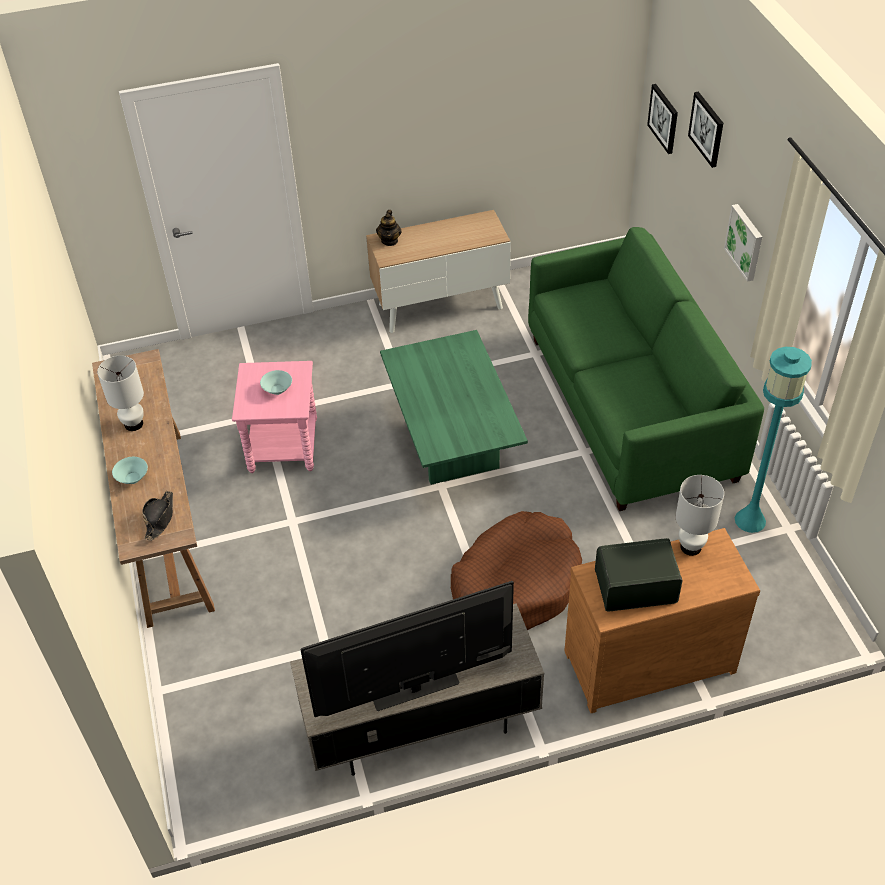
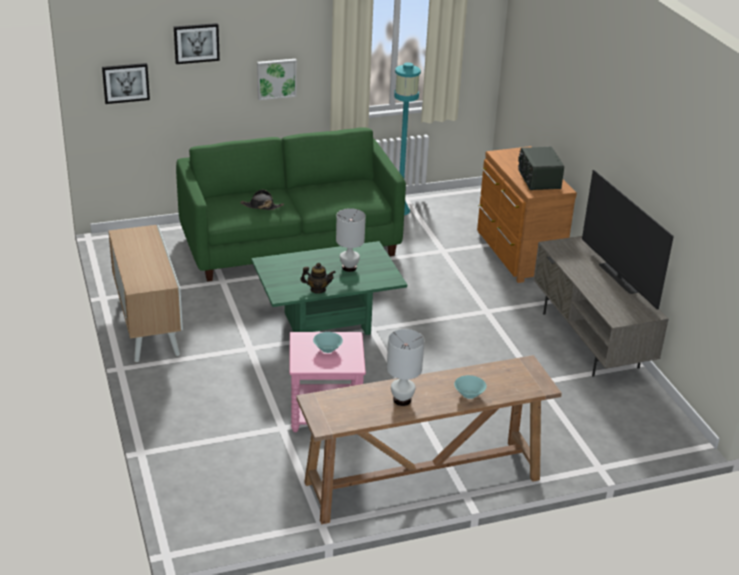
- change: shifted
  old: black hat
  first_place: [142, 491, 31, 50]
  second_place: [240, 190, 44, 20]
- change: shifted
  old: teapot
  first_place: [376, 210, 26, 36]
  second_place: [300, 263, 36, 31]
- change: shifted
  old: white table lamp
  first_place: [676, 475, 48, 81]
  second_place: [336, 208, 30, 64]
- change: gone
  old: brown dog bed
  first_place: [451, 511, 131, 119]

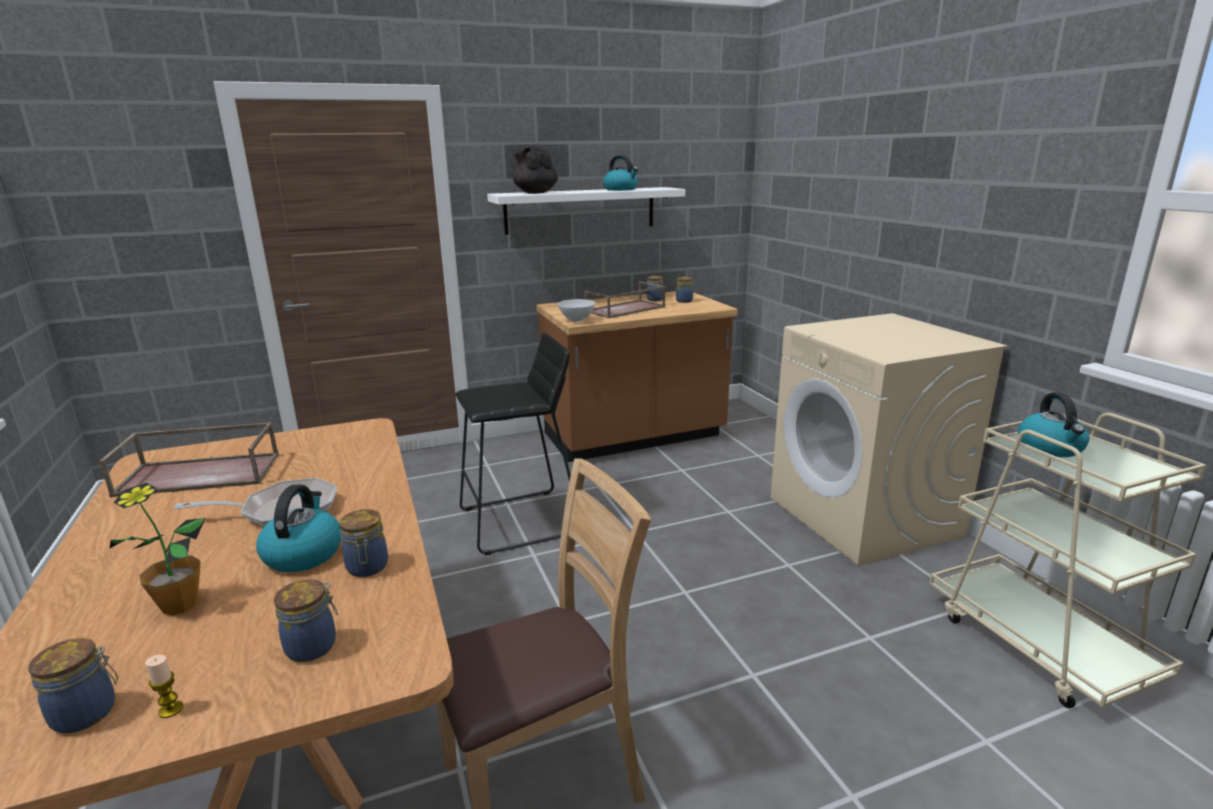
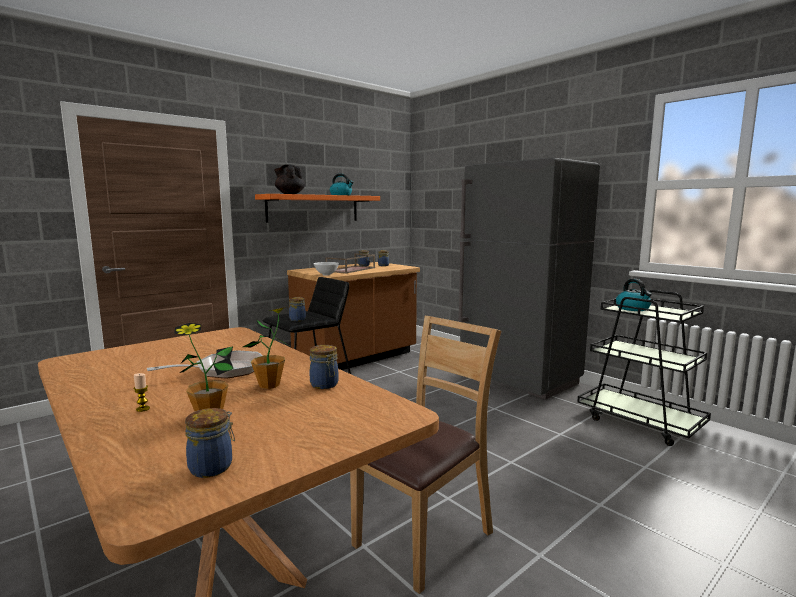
- change: shifted
  old: candle
  first_place: [145, 655, 38, 63]
  second_place: [134, 373, 16, 39]
- change: swapped
  old: kettle
  new: potted plant
  first_place: [256, 485, 85, 87]
  second_place: [243, 307, 45, 82]
- change: repainted
  old: white shelf
  new: orange shelf
  first_place: [487, 187, 198, 48]
  second_place: [255, 194, 125, 28]
- change: shifted
  old: jar
  first_place: [274, 579, 64, 83]
  second_place: [289, 297, 17, 24]
- change: swapped
  old: beige washing machine
  new: grey fridge
  first_place: [771, 313, 237, 253]
  second_place: [458, 157, 142, 242]
- change: repainted
  old: beige cart
  new: black cart
  first_place: [929, 413, 277, 295]
  second_place: [577, 290, 134, 156]
- change: gone
  old: brown tray
  first_place: [99, 422, 180, 75]

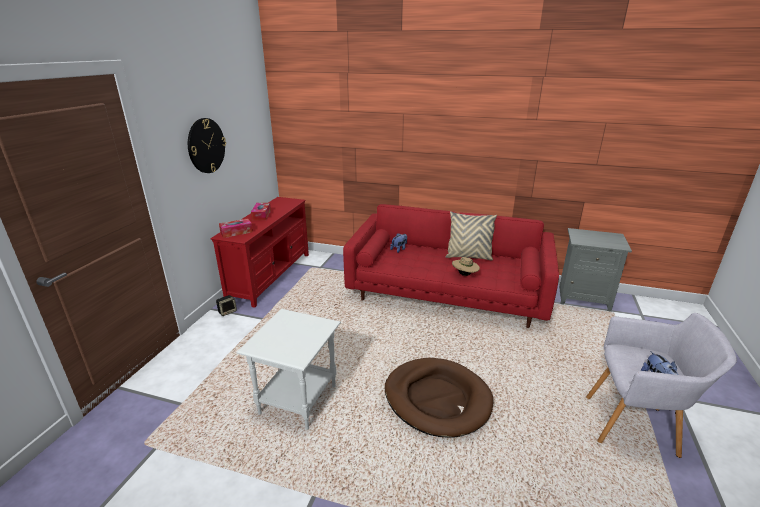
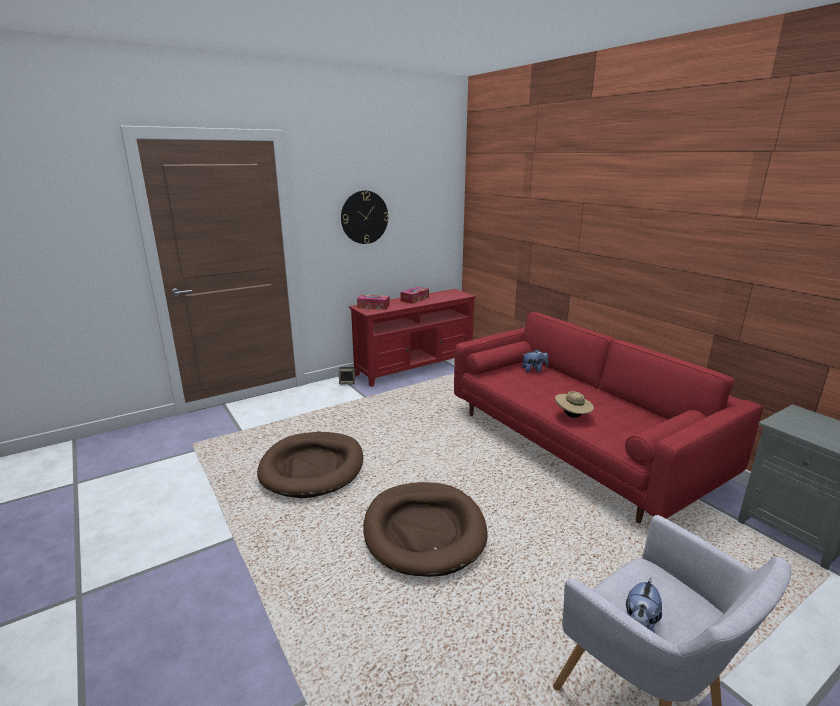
- change: swapped
  old: white side table
  new: brown dog bed
  first_place: [237, 309, 104, 121]
  second_place: [257, 432, 106, 66]
- change: gone
  old: beige pillow
  first_place: [446, 211, 51, 50]

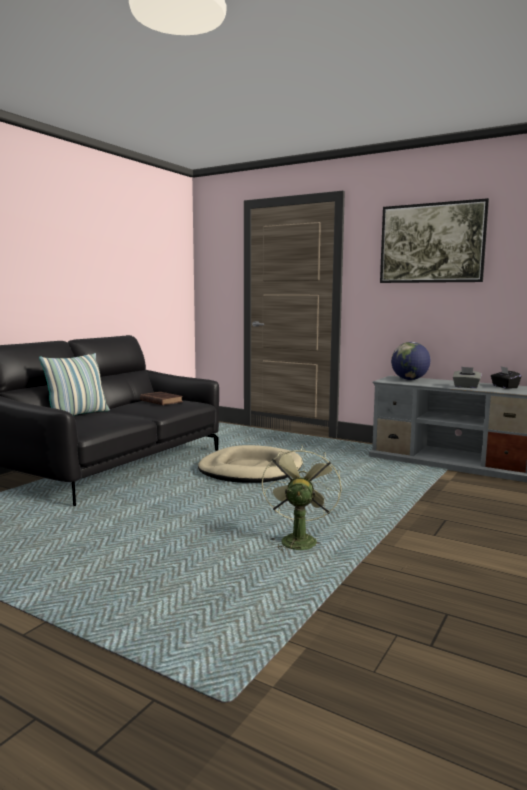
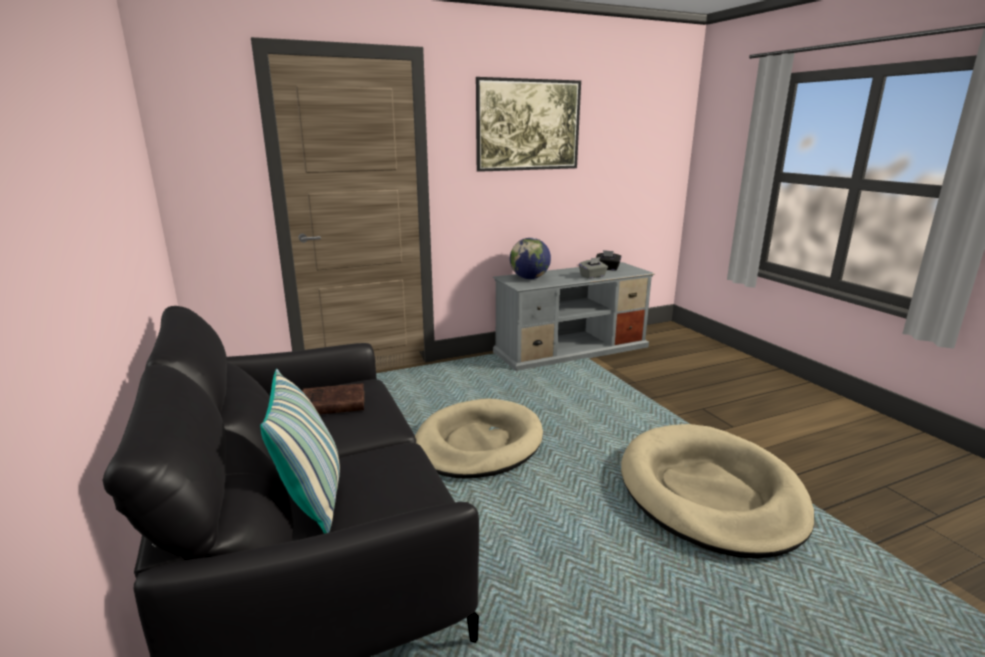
- change: swapped
  old: green fan
  new: beige dog bed
  first_place: [262, 445, 80, 107]
  second_place: [621, 424, 193, 135]

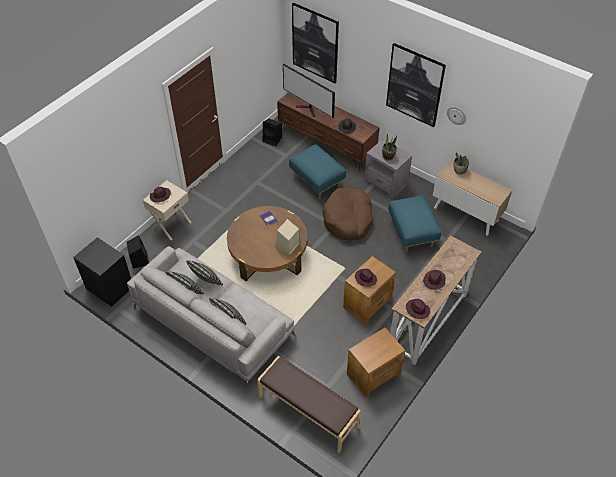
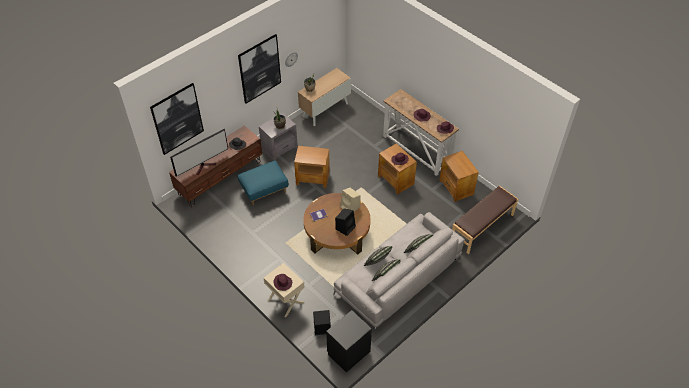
- change: swapped
  old: brown dog bed
  new: brown side table
  first_place: [322, 187, 51, 54]
  second_place: [294, 146, 36, 42]
- change: shifted
  old: black speaker
  first_place: [263, 119, 19, 27]
  second_place: [335, 208, 21, 28]
- change: gone
  old: blue ottoman
  first_place: [388, 195, 53, 58]

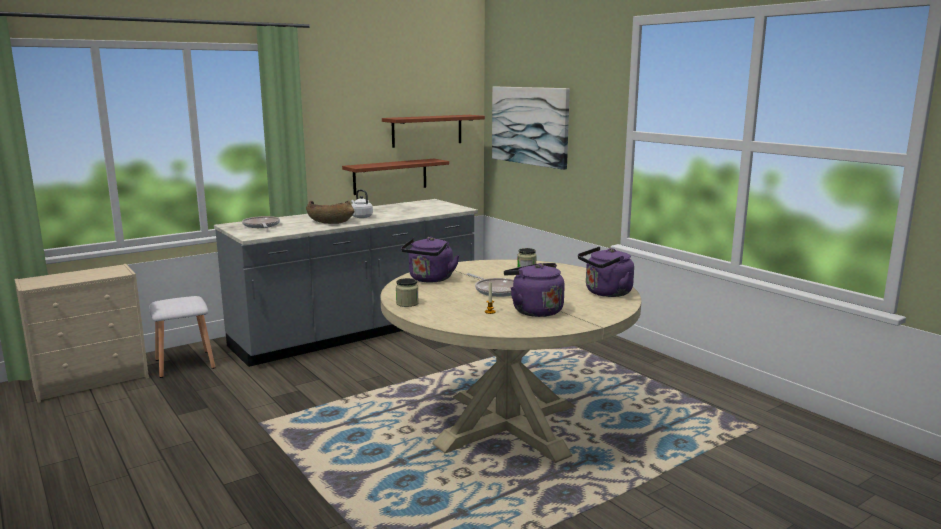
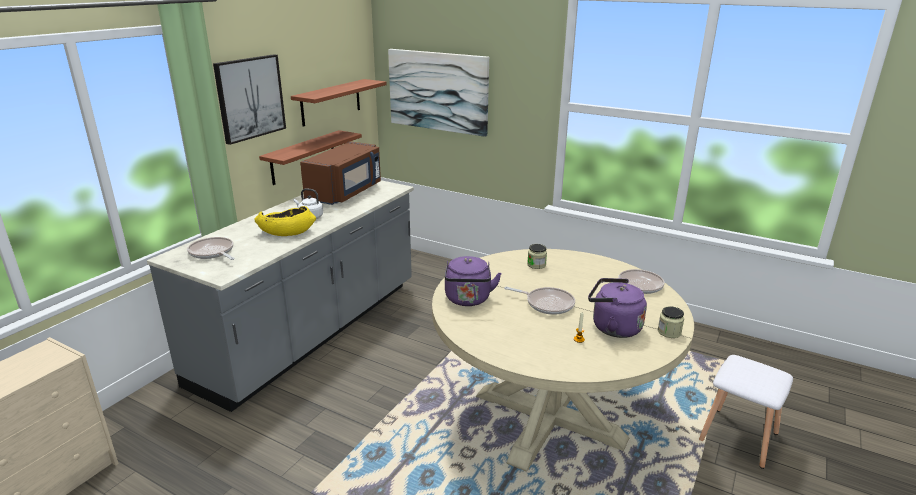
- change: new
  new: picture
  second_place: [213, 54, 73, 91]
- change: repainted
  old: brown bowl
  new: yellow bowl
  first_place: [306, 201, 48, 23]
  second_place: [254, 206, 62, 30]
- change: new
  new: brown microwave
  second_place: [300, 141, 81, 64]
- change: swapped
  old: purple kettle
  new: frying pan
  first_place: [578, 247, 56, 50]
  second_place: [618, 269, 47, 25]
- change: shifted
  old: jar
  first_place: [396, 278, 23, 29]
  second_place: [658, 306, 26, 32]
- change: shifted
  old: white stool
  first_place: [149, 296, 66, 82]
  second_place: [699, 355, 94, 114]

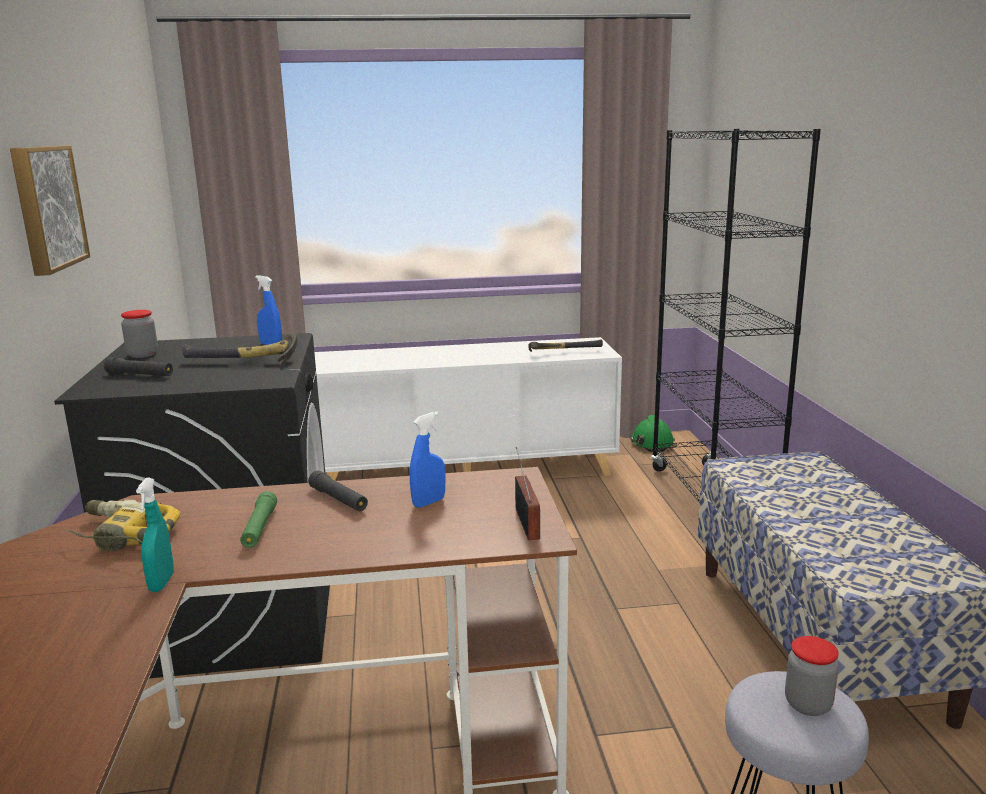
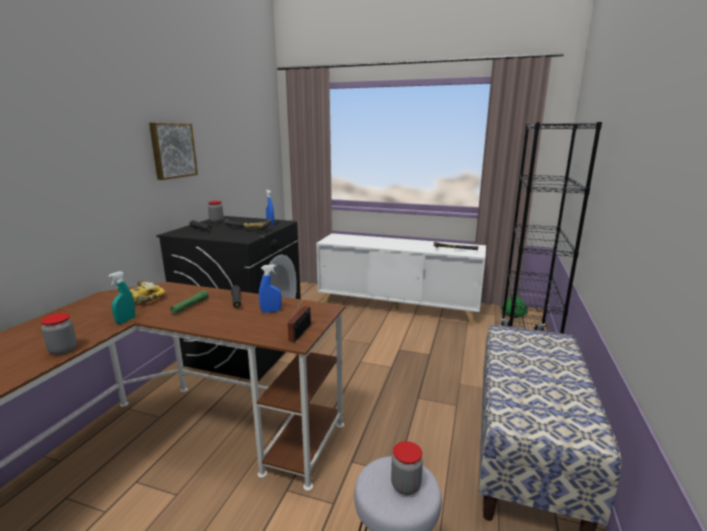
- change: new
  new: jar
  second_place: [41, 313, 36, 42]

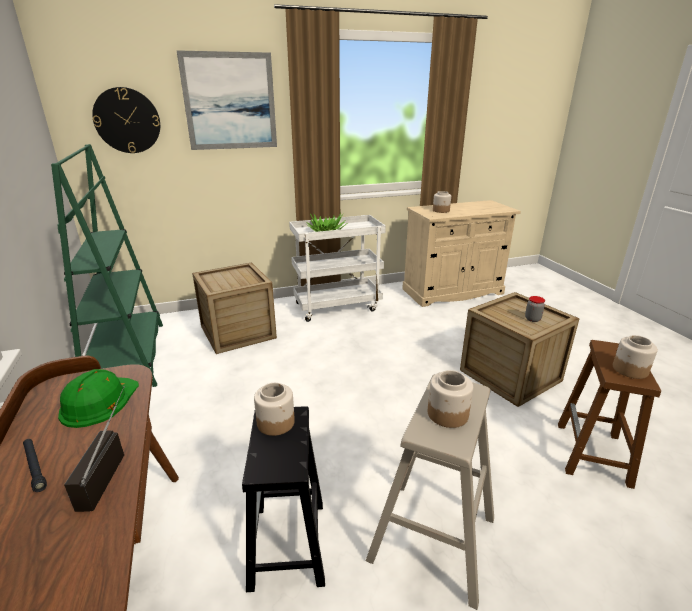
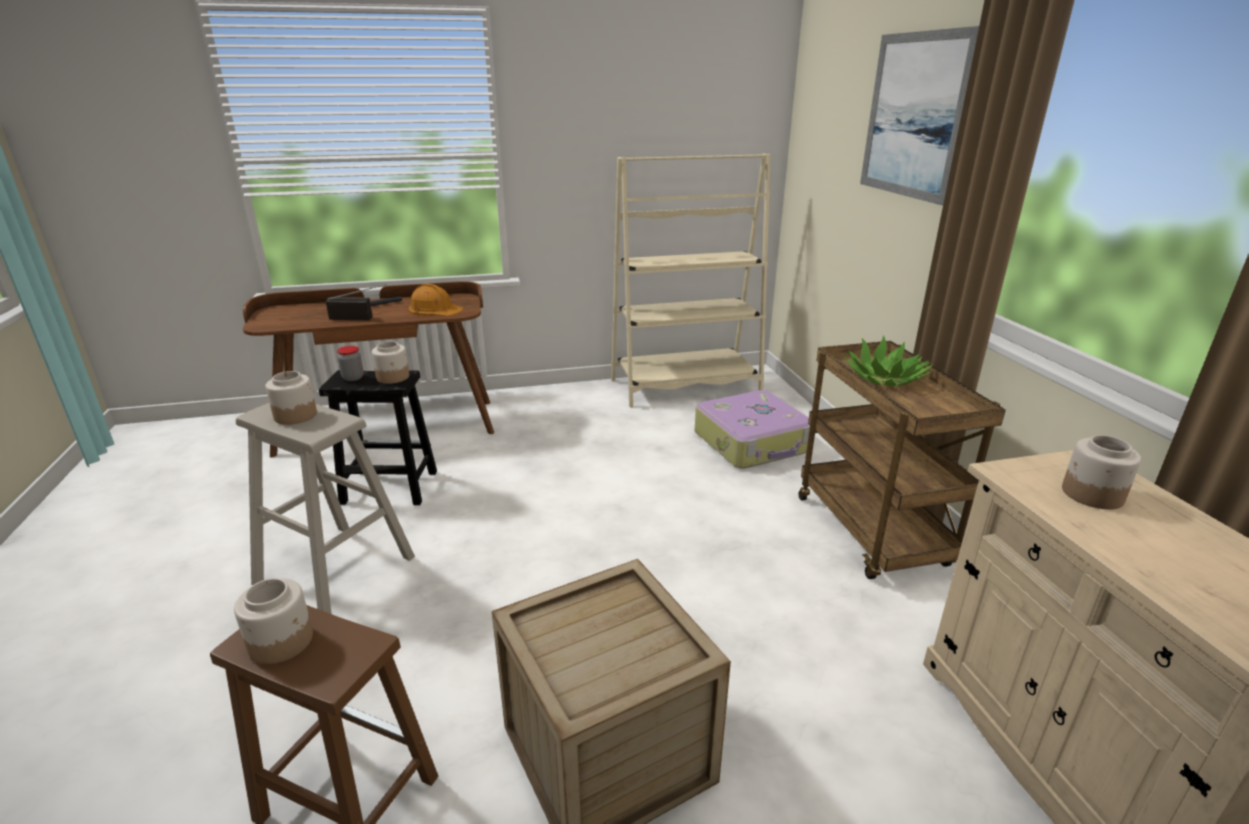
- change: shifted
  old: jar
  first_place: [525, 296, 20, 26]
  second_place: [337, 346, 27, 35]
- change: repainted
  old: green hard hat
  new: orange hard hat
  first_place: [58, 369, 81, 59]
  second_place: [409, 284, 54, 32]
- change: repainted
  old: green bookcase
  new: beige bookcase
  first_place: [51, 144, 112, 243]
  second_place: [611, 154, 160, 254]
- change: swapped
  old: crate
  new: suitcase
  first_place: [192, 262, 85, 92]
  second_place: [695, 390, 115, 79]
- change: repainted
  old: white cart
  new: brown cart
  first_place: [289, 215, 97, 107]
  second_place: [798, 341, 208, 238]
- change: gone
  old: wall clock
  first_place: [92, 87, 68, 66]

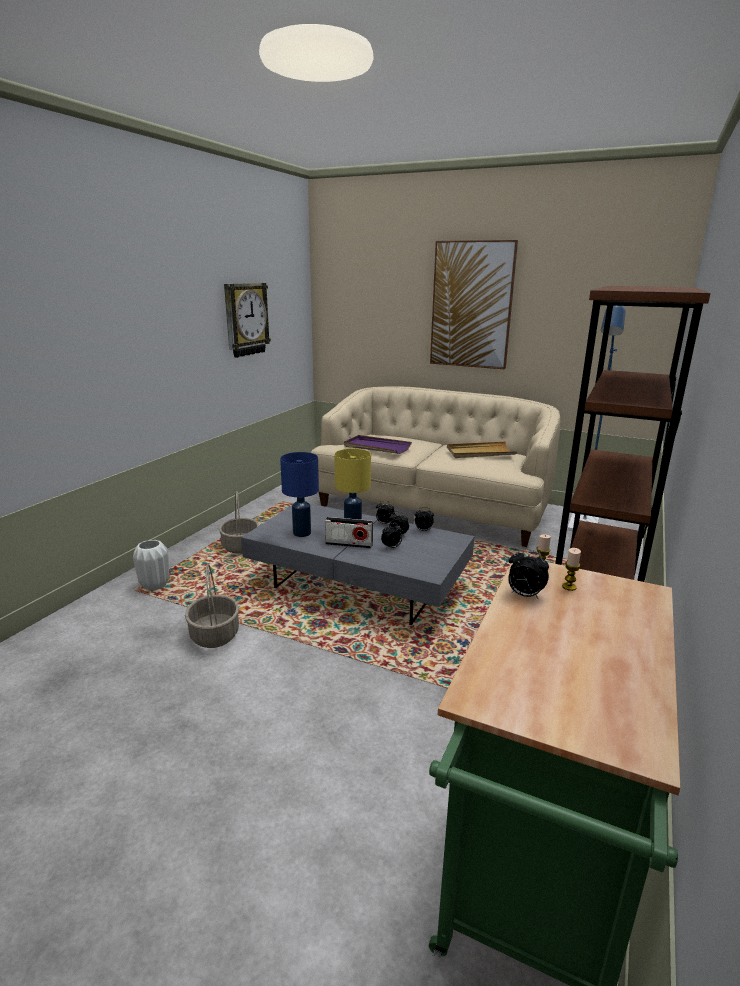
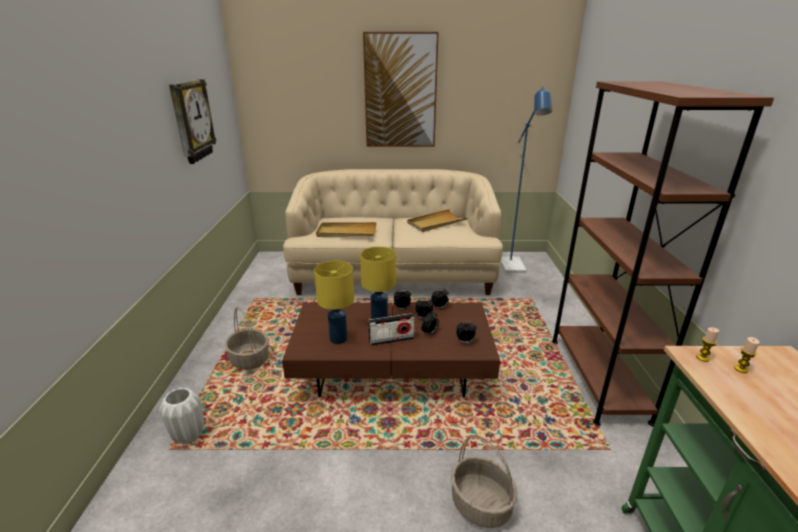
- change: repainted
  old: grey coffee table
  new: brown coffee table
  first_place: [241, 503, 233, 122]
  second_place: [282, 303, 218, 94]
- change: repainted
  old: blue table lamp
  new: yellow table lamp
  first_place: [280, 452, 39, 85]
  second_place: [314, 261, 40, 83]
- change: repainted
  old: purple tray
  new: beige tray
  first_place: [344, 435, 68, 19]
  second_place: [316, 222, 60, 15]
- change: shifted
  old: basket
  first_place: [185, 564, 54, 84]
  second_place: [451, 435, 67, 93]
- change: shifted
  old: alarm clock
  first_place: [508, 549, 41, 51]
  second_place: [456, 321, 20, 22]

